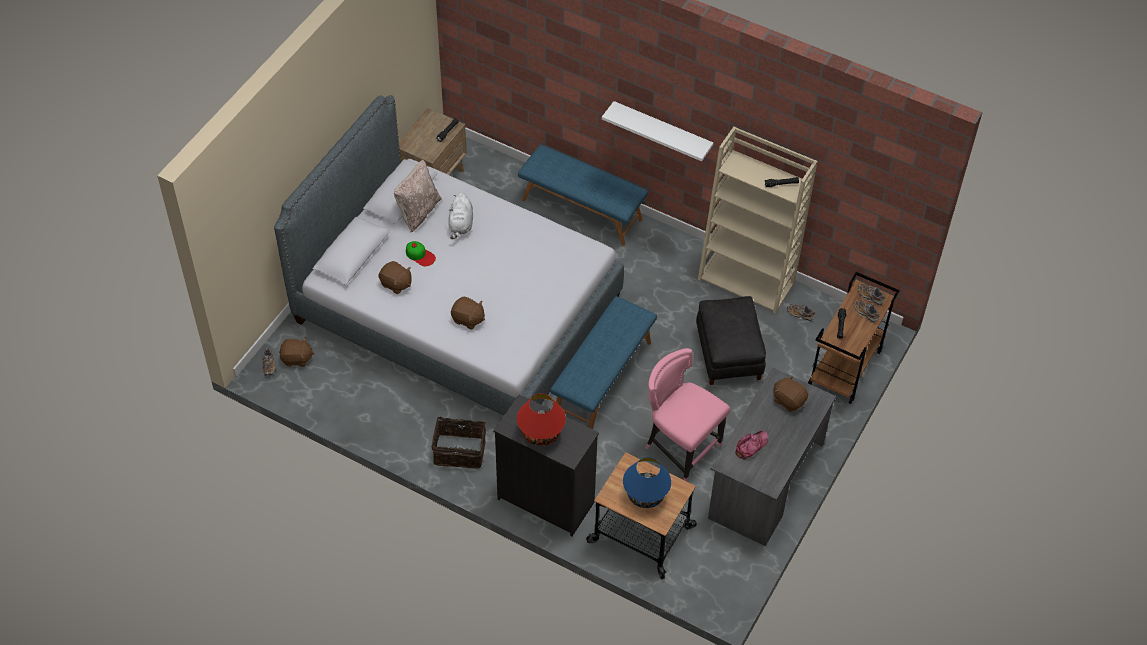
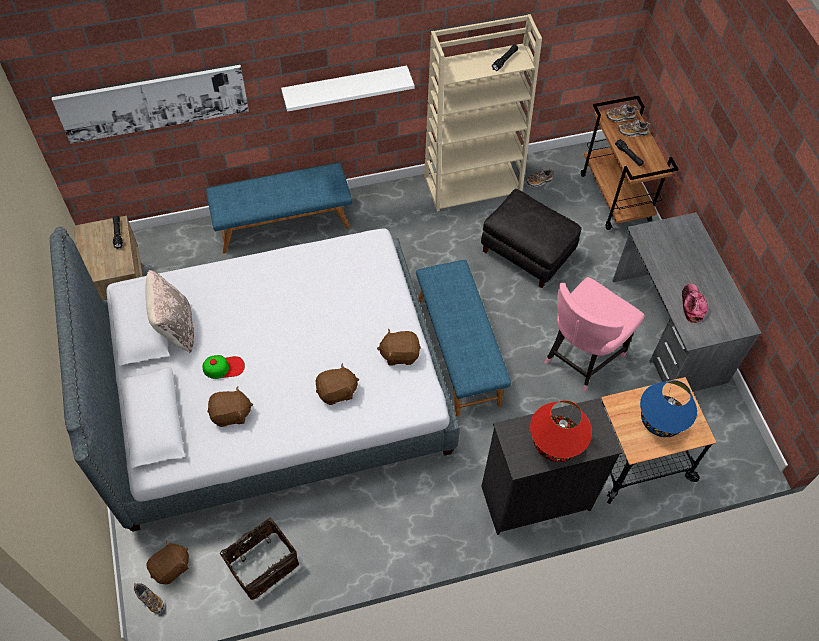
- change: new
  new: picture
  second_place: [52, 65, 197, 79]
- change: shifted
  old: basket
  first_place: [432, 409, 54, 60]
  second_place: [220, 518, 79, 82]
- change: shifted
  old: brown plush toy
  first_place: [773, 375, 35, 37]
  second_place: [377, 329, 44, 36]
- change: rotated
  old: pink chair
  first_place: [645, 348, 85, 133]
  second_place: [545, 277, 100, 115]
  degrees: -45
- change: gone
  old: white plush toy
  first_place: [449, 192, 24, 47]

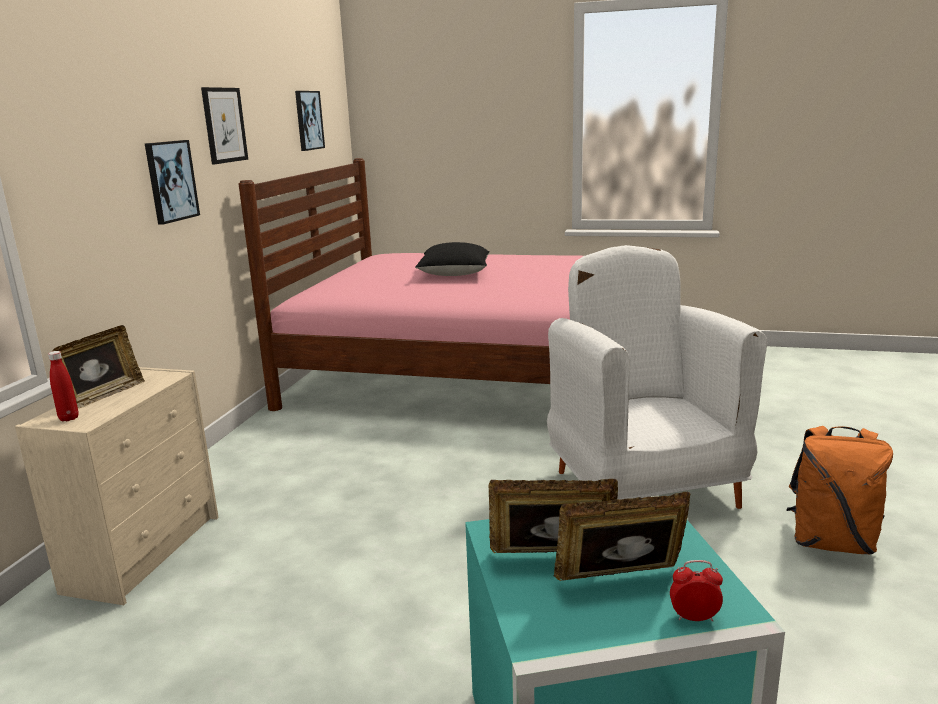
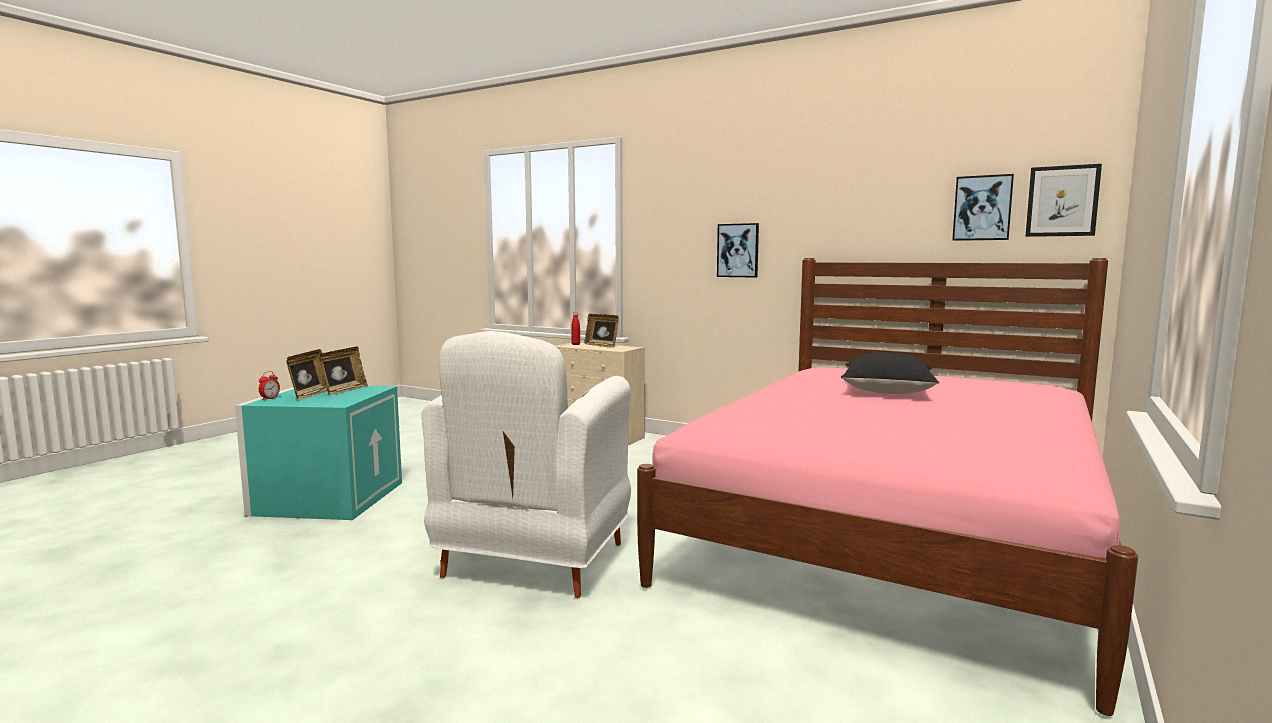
- change: rotated
  old: white armchair
  first_place: [547, 245, 220, 264]
  second_place: [422, 331, 209, 267]
  degrees: 105
- change: shifted
  old: picture
  first_place: [201, 87, 47, 77]
  second_place: [1025, 164, 77, 73]
- change: gone
  old: orange backpack
  first_place: [786, 426, 107, 128]

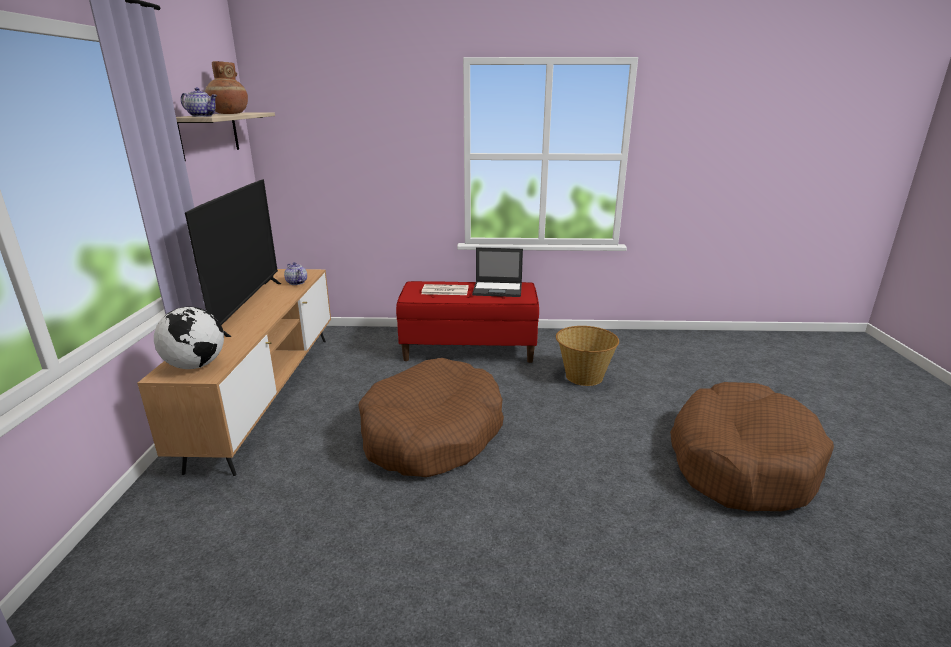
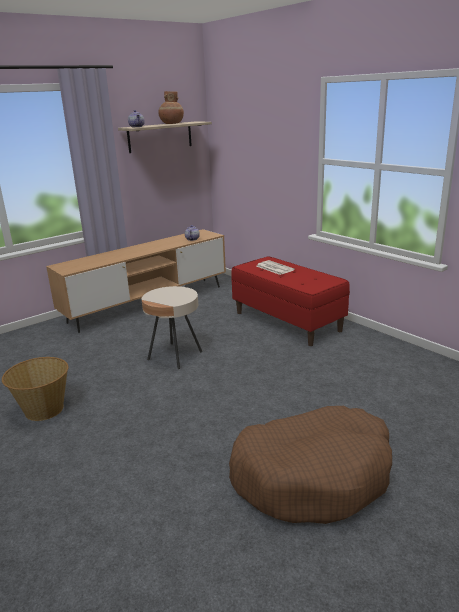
- change: shifted
  old: basket
  first_place: [556, 326, 63, 60]
  second_place: [2, 357, 66, 64]
- change: swapped
  old: brown dog bed
  new: beige side table
  first_place: [358, 358, 146, 119]
  second_place: [141, 286, 61, 83]
- change: gone
  old: globe
  first_place: [154, 307, 70, 62]
- change: gone
  old: television
  first_place: [185, 179, 96, 158]
- change: gone
  old: laptop
  first_place: [472, 248, 51, 49]

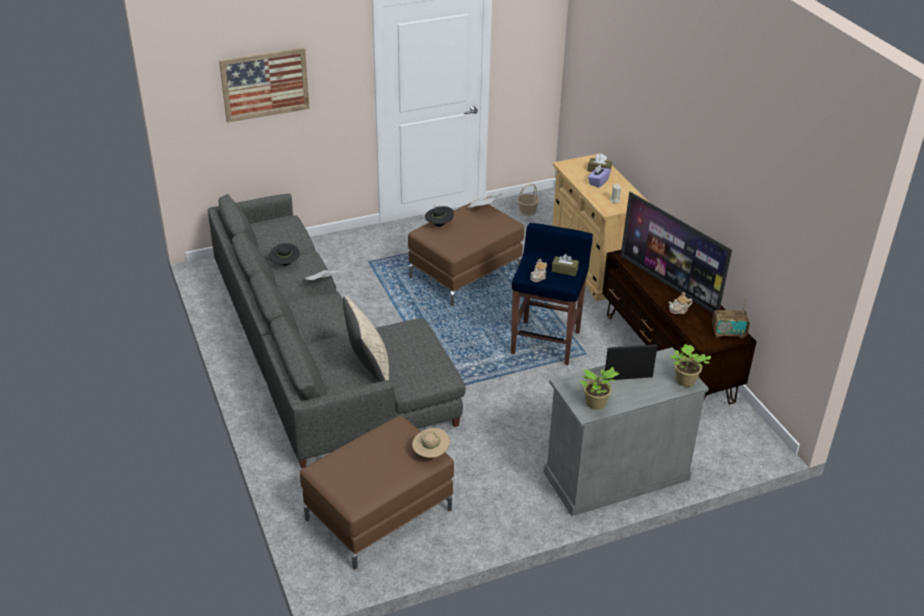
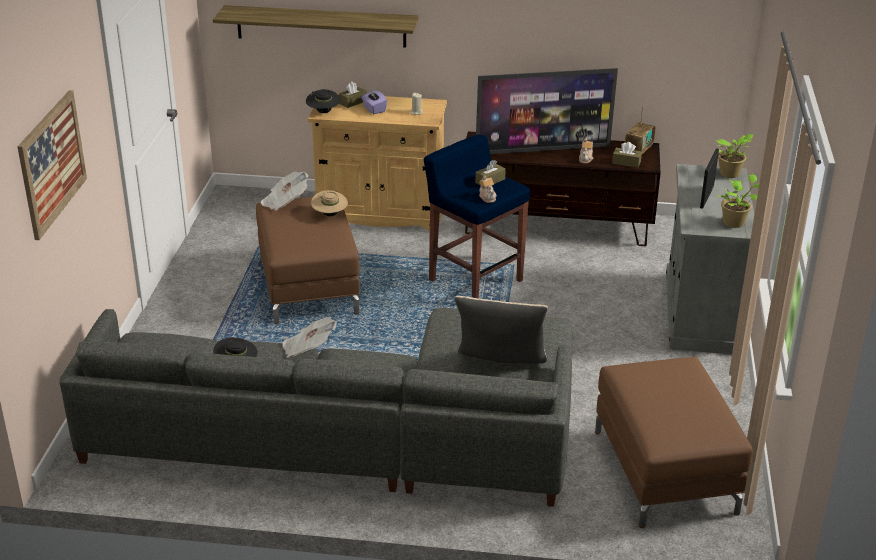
- change: new
  new: shelf
  second_place: [213, 5, 206, 43]
- change: shifted
  old: black hat
  first_place: [425, 206, 29, 20]
  second_place: [306, 89, 34, 24]
- change: shifted
  old: beige hat
  first_place: [412, 428, 38, 30]
  second_place: [311, 190, 37, 26]
- change: new
  new: brown tissue box
  second_place: [612, 142, 30, 26]
- change: gone
  old: basket
  first_place: [517, 184, 22, 32]

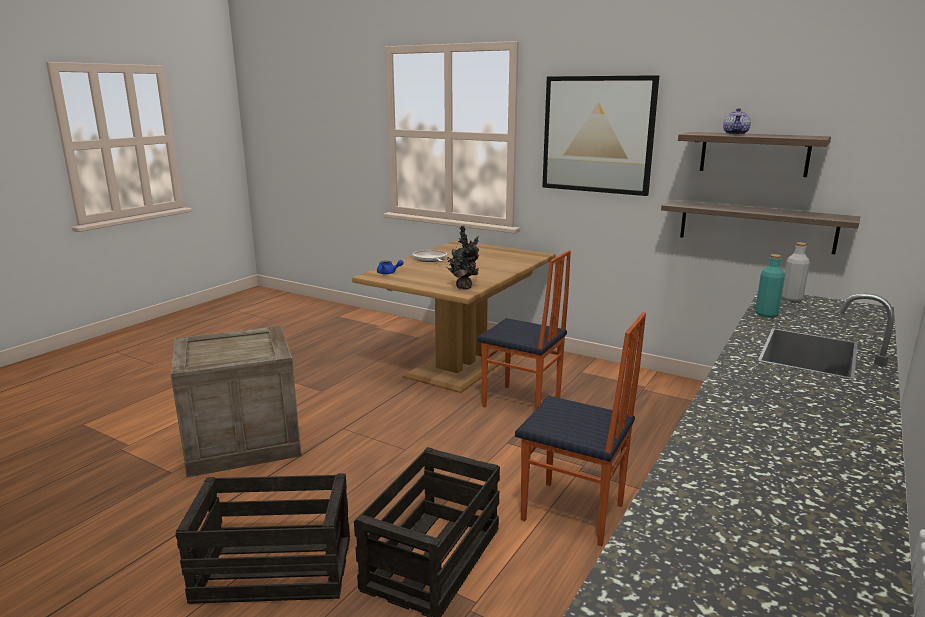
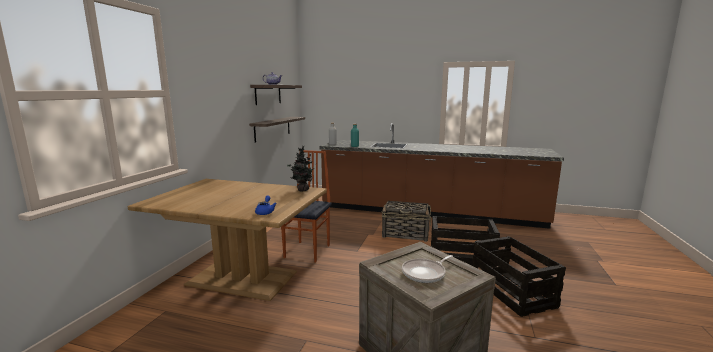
- change: swapped
  old: chair
  new: basket
  first_place: [515, 312, 131, 234]
  second_place: [381, 201, 50, 41]
- change: shifted
  old: frying pan
  first_place: [413, 250, 34, 12]
  second_place: [402, 255, 51, 28]
- change: gone
  old: picture
  first_place: [542, 75, 117, 121]

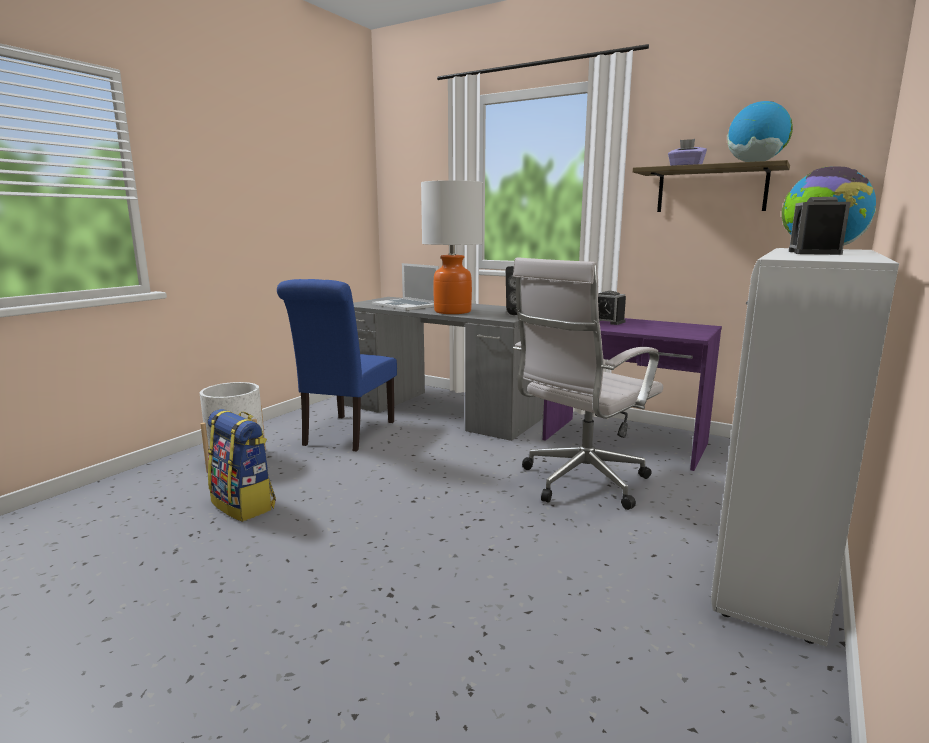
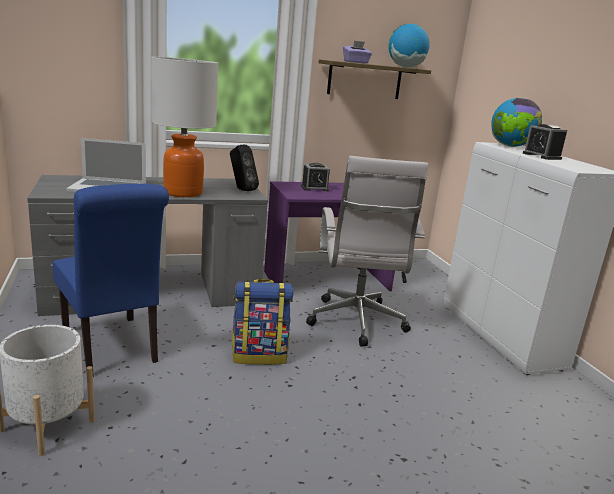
- change: shifted
  old: backpack
  first_place: [208, 409, 68, 113]
  second_place: [232, 279, 62, 86]

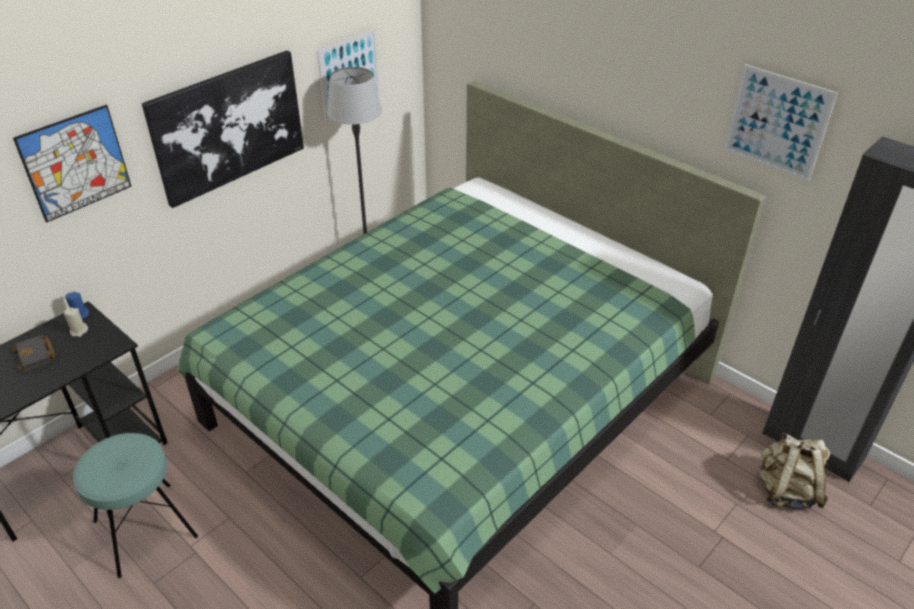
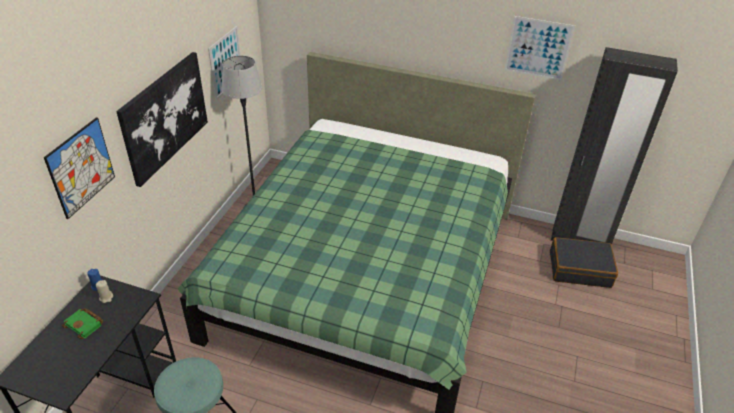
- change: repainted
  old: black book
  new: green book
  first_place: [11, 335, 45, 36]
  second_place: [62, 308, 41, 31]
- change: swapped
  old: beige backpack
  new: black suitcase
  first_place: [759, 433, 71, 76]
  second_place: [550, 237, 68, 51]

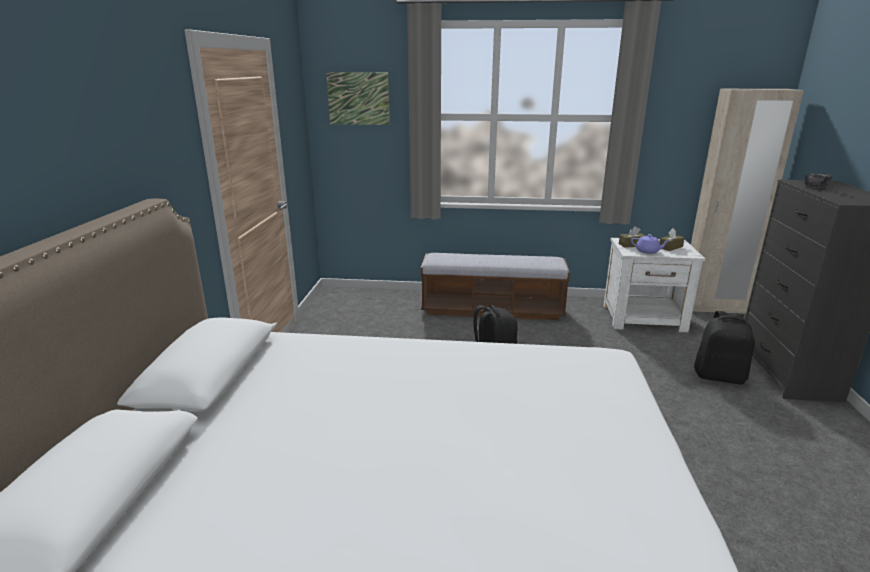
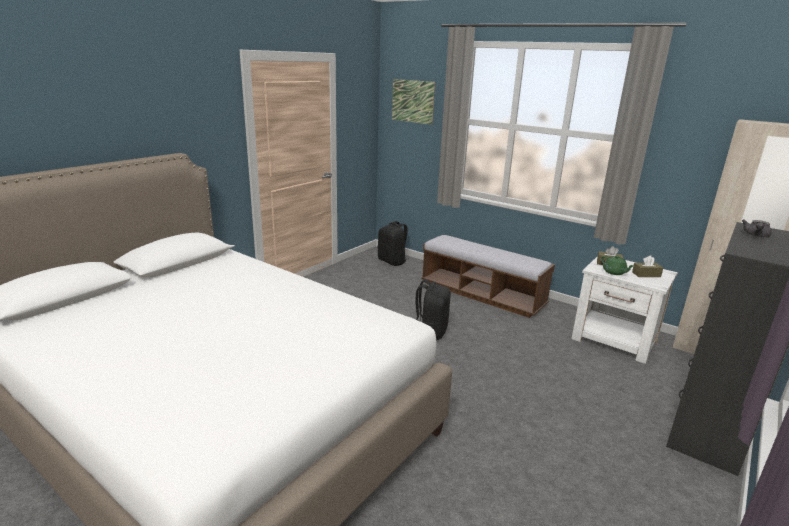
- change: shifted
  old: black backpack
  first_place: [694, 311, 61, 74]
  second_place: [378, 221, 30, 45]
- change: repainted
  old: purple teapot
  new: green teapot
  first_place: [631, 234, 38, 20]
  second_place: [601, 256, 33, 19]

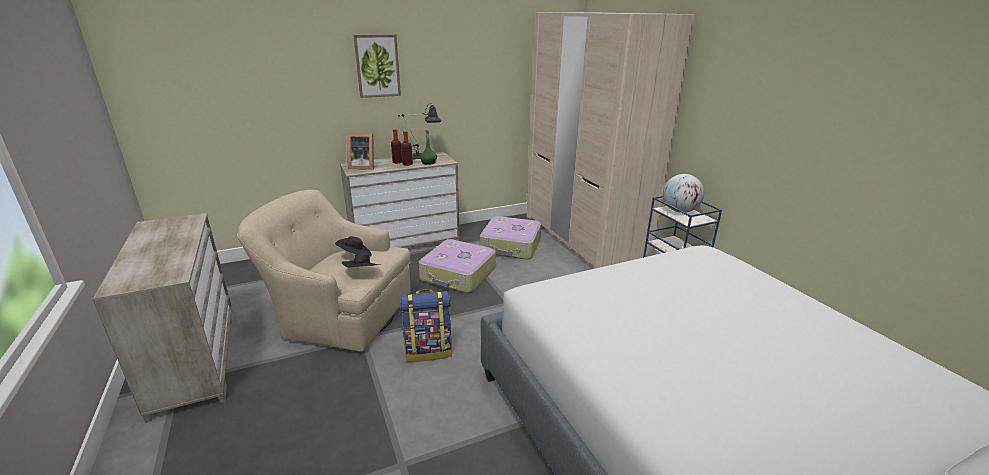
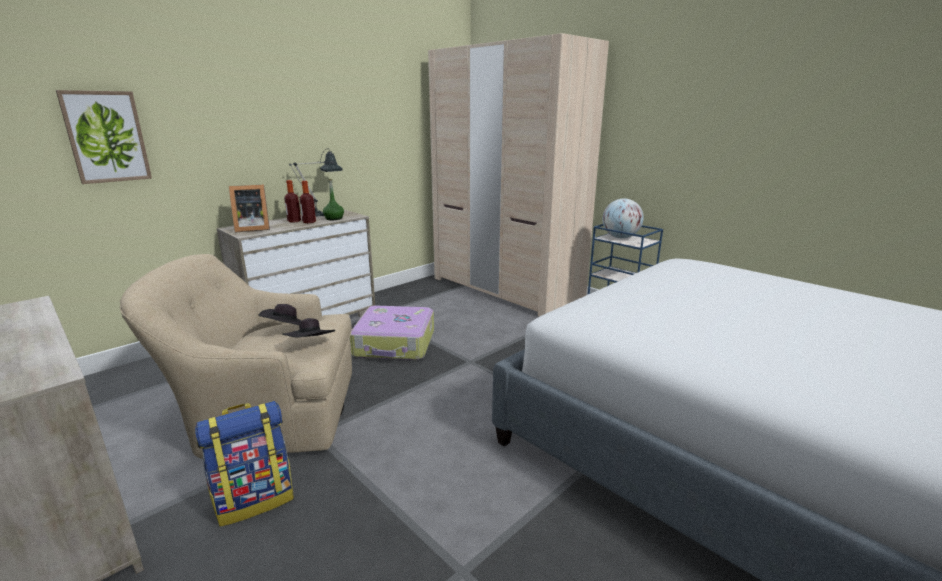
- change: shifted
  old: picture
  first_place: [353, 34, 48, 64]
  second_place: [56, 90, 96, 94]
- change: shifted
  old: backpack
  first_place: [400, 289, 52, 73]
  second_place: [195, 401, 99, 126]
- change: gone
  old: suitcase
  first_place: [480, 216, 61, 43]

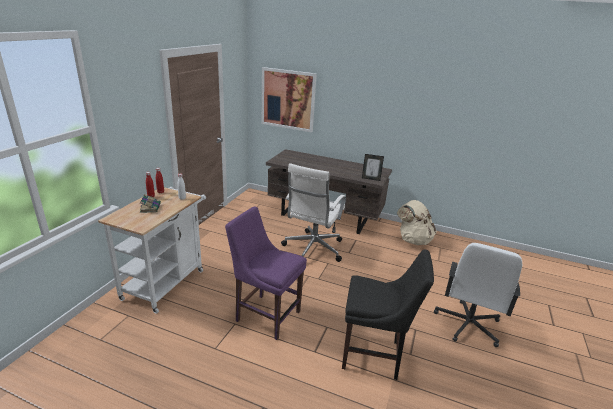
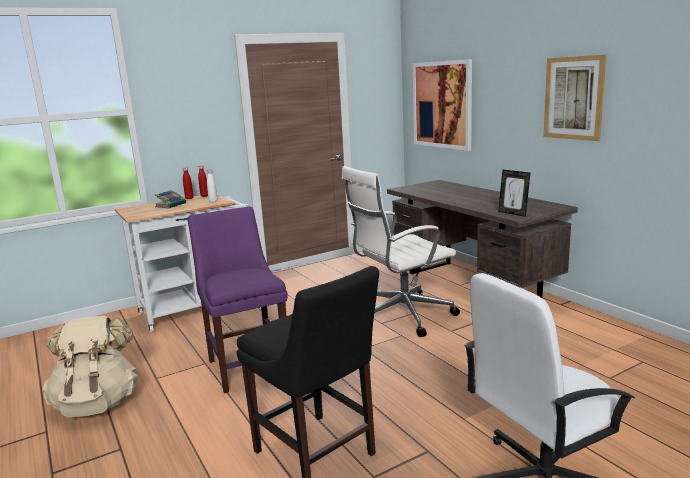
- change: shifted
  old: beige backpack
  first_place: [397, 200, 40, 45]
  second_place: [43, 315, 96, 102]
- change: new
  new: picture
  second_place: [543, 55, 64, 86]

